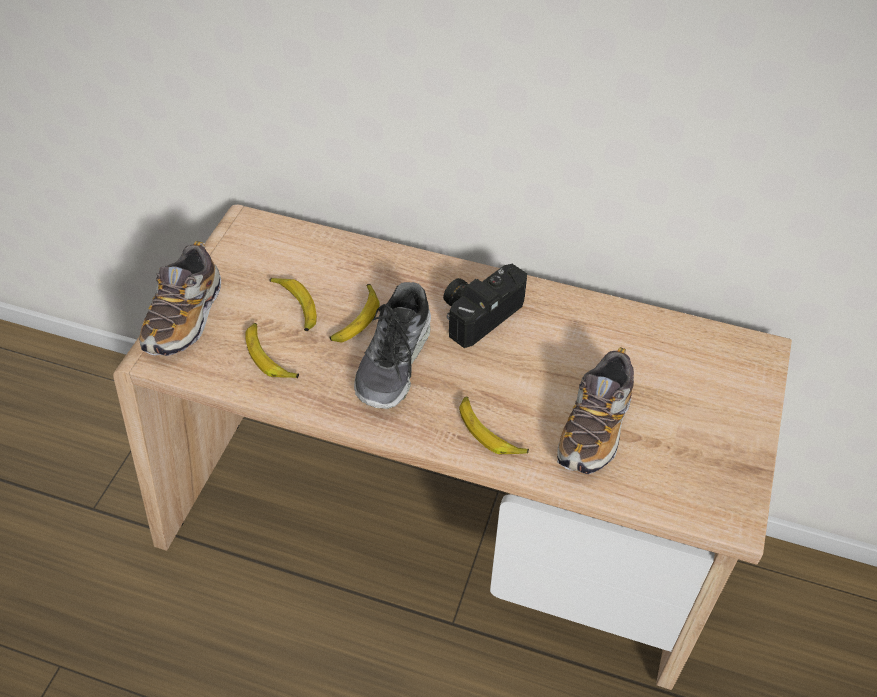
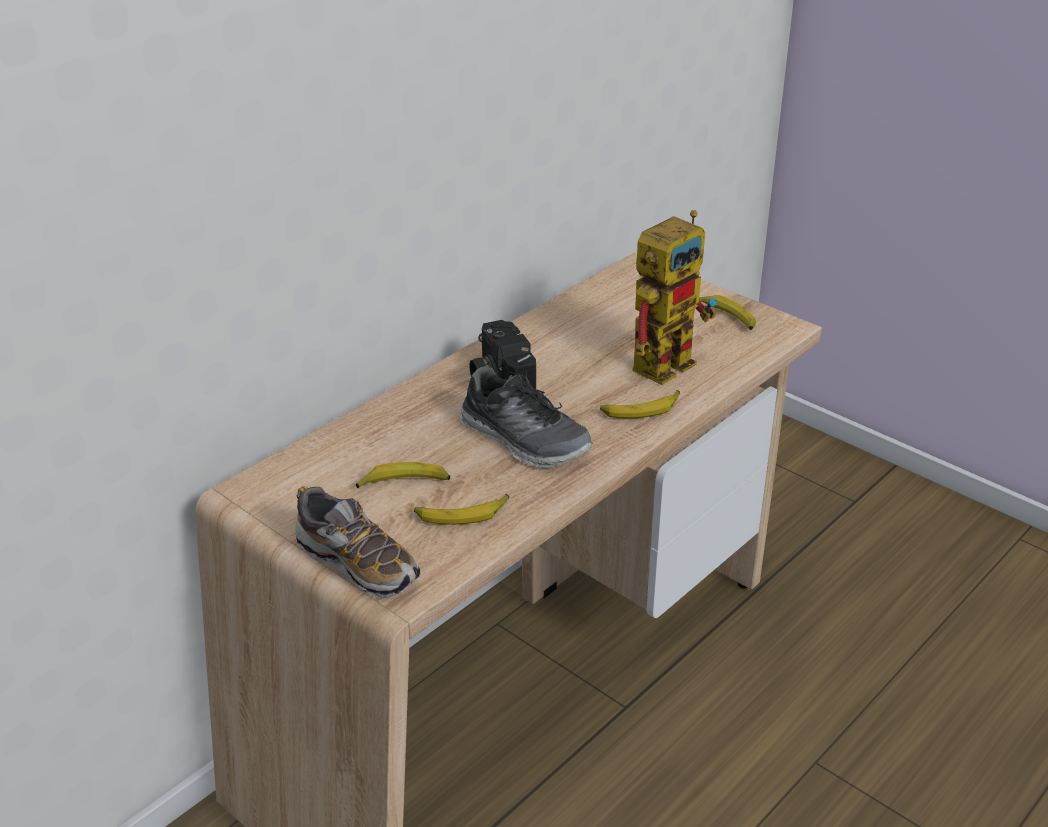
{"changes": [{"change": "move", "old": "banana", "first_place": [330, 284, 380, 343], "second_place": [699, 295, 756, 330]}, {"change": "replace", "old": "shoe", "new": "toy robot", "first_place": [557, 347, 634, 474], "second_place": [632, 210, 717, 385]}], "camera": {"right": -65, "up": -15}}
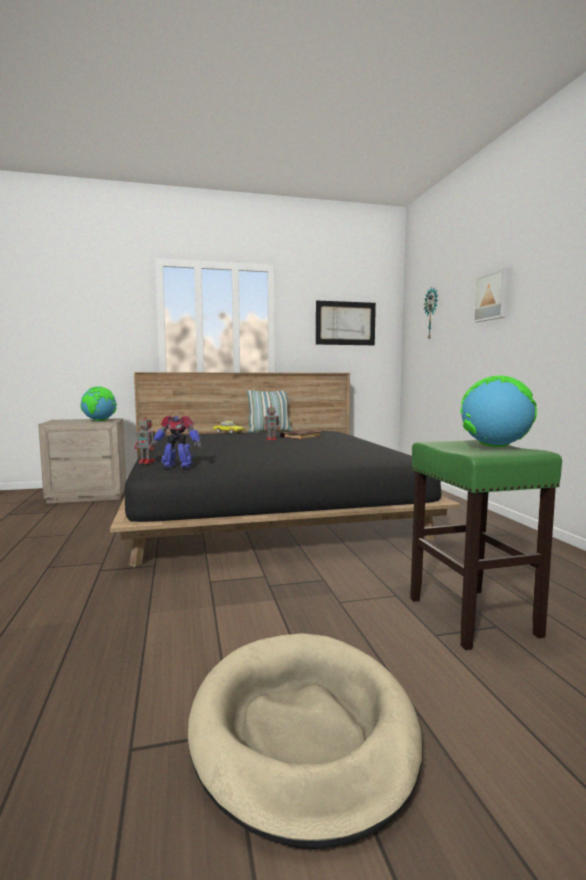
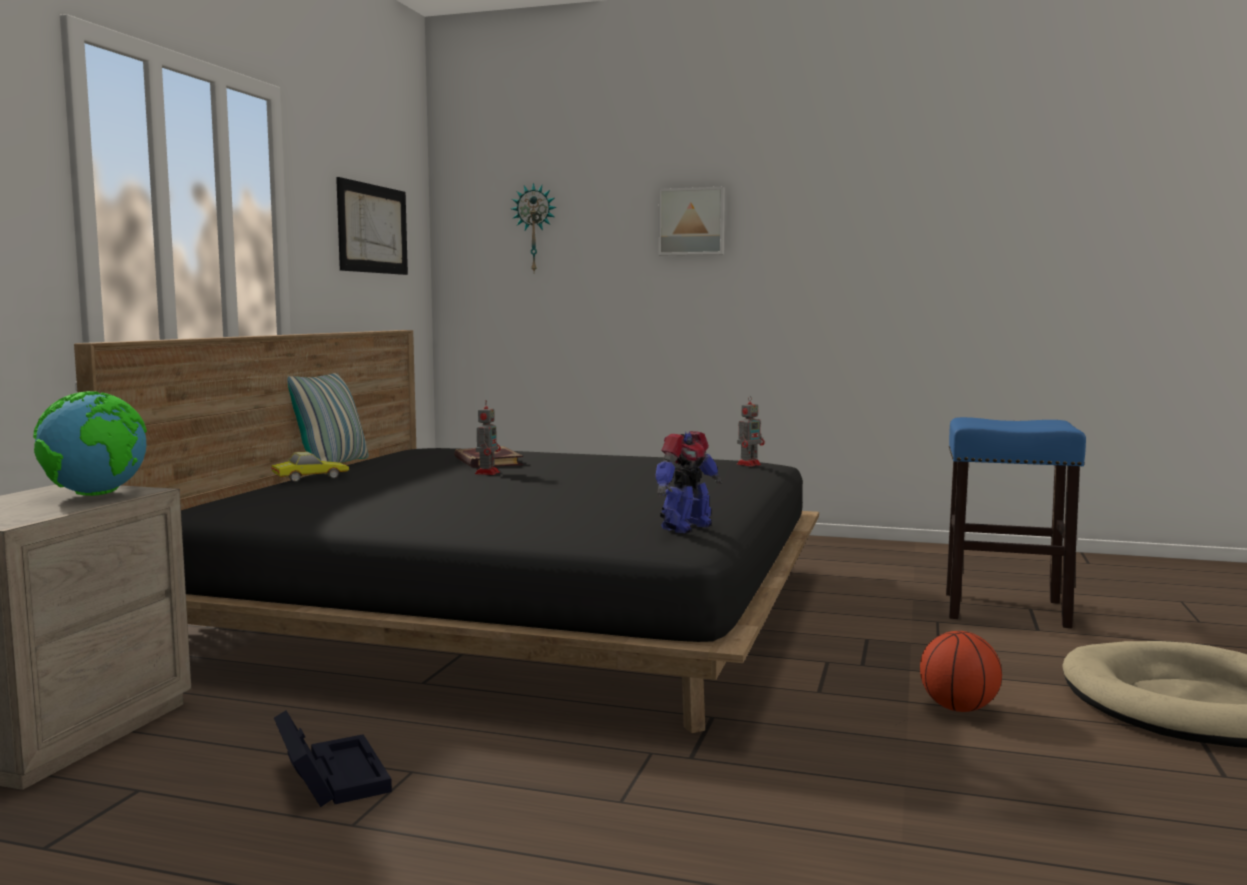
{"changes": [{"change": "delete", "old": "globe", "first_place": [460, 375, 537, 447]}, {"change": "insert", "new": "black storage box", "second_place": [274, 710, 392, 807]}, {"change": "insert", "new": "basketball", "second_place": [920, 631, 1002, 712]}, {"change": "move", "old": "toy robot", "first_place": [135, 417, 158, 464], "second_place": [737, 396, 765, 467]}, {"change": "recolor", "old": "green stool", "new": "blue stool", "first_place": [410, 440, 562, 650], "second_place": [946, 417, 1086, 628]}], "camera": {"right": -60, "up": 0}}
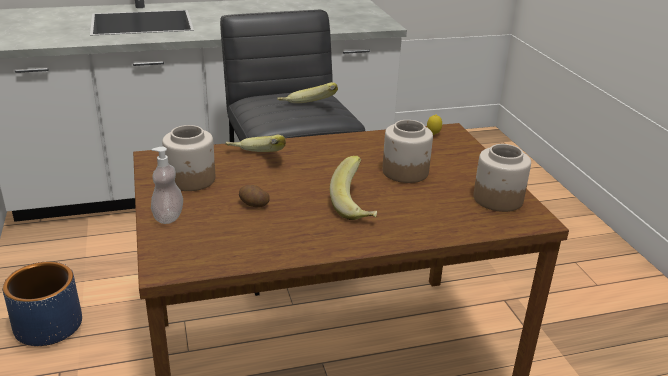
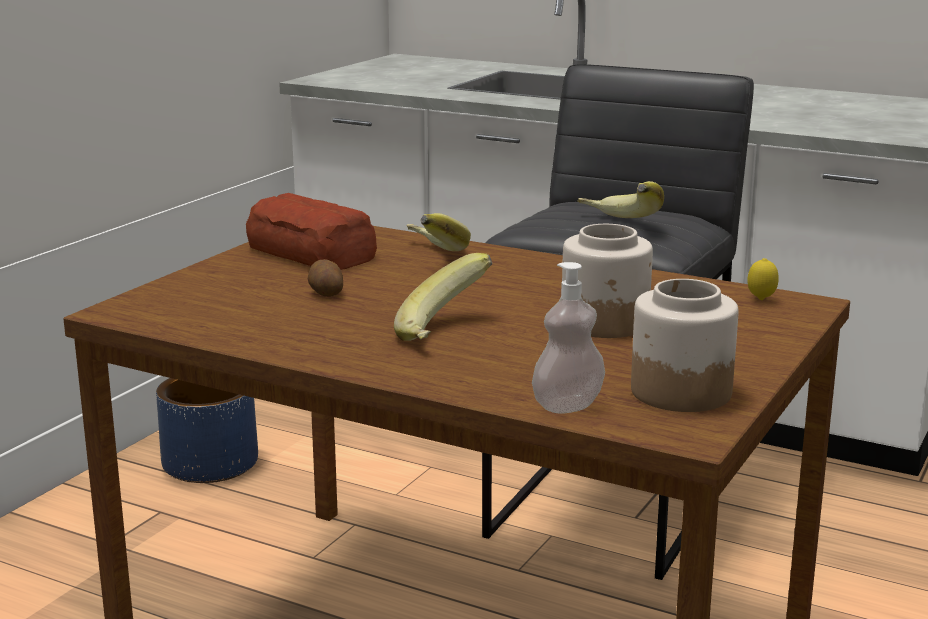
{"changes": [{"change": "move", "old": "soap dispenser", "first_place": [151, 147, 183, 224], "second_place": [532, 262, 605, 414]}, {"change": "replace", "old": "jar", "new": "bread", "first_place": [162, 125, 215, 191], "second_place": [246, 193, 377, 270]}], "camera": {"right": 45, "up": -10}}
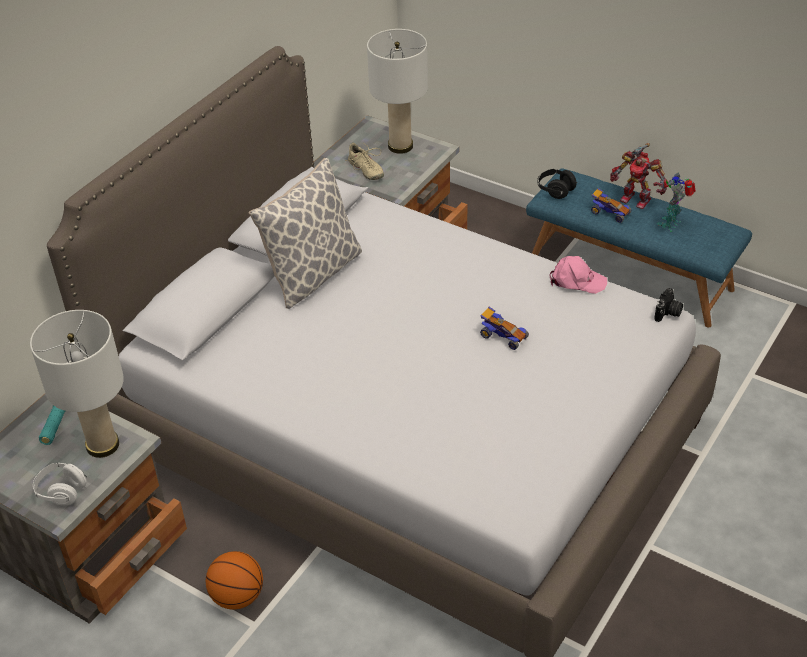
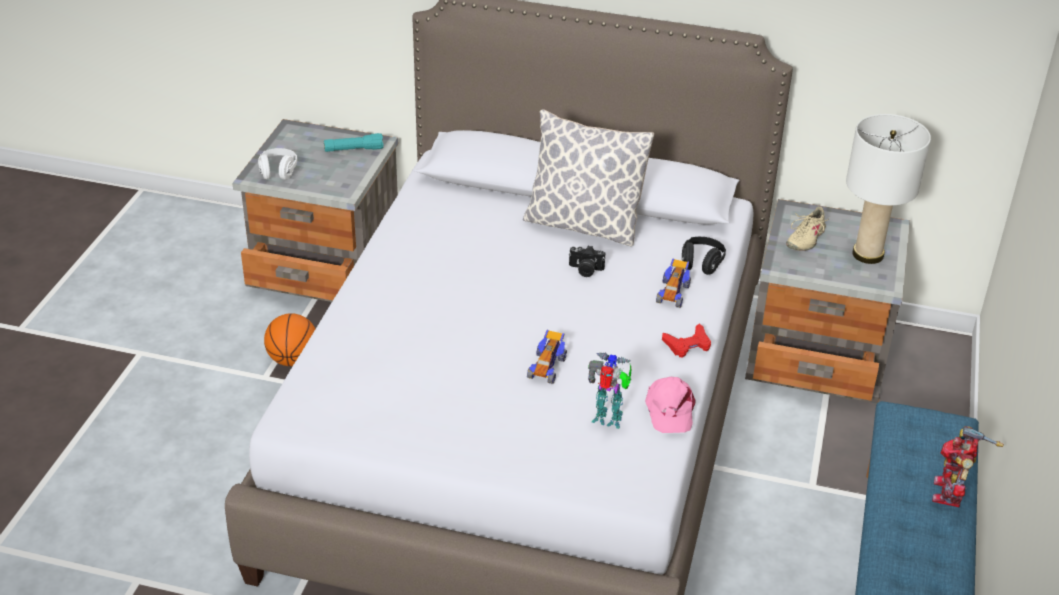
{"changes": [{"change": "delete", "old": "white table lamp", "first_place": [30, 310, 124, 458]}, {"change": "insert", "new": "red game controller", "second_place": [662, 324, 711, 357]}, {"change": "move", "old": "black headphones", "first_place": [537, 169, 577, 199], "second_place": [682, 237, 726, 275]}, {"change": "move", "old": "toy car", "first_place": [591, 188, 631, 223], "second_place": [656, 258, 691, 308]}, {"change": "move", "old": "photo camera", "first_place": [654, 288, 683, 322], "second_place": [569, 245, 605, 277]}, {"change": "move", "old": "toy robot", "first_place": [657, 173, 696, 232], "second_place": [588, 352, 632, 429]}], "camera": {"right": 70, "up": -5}}
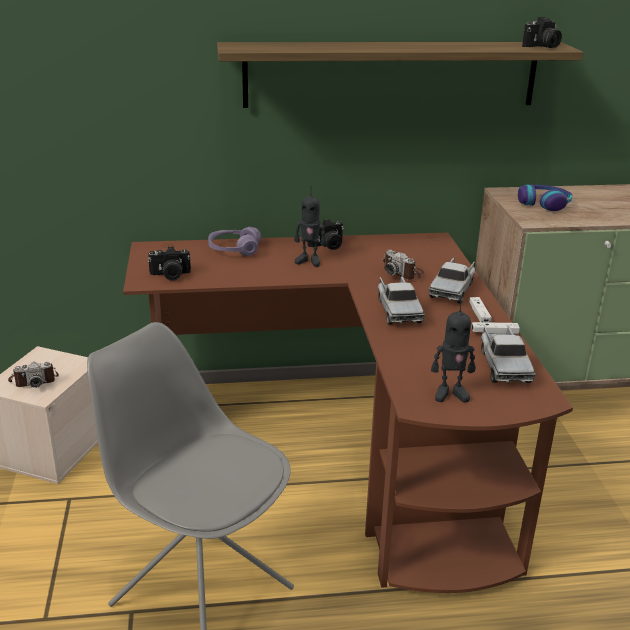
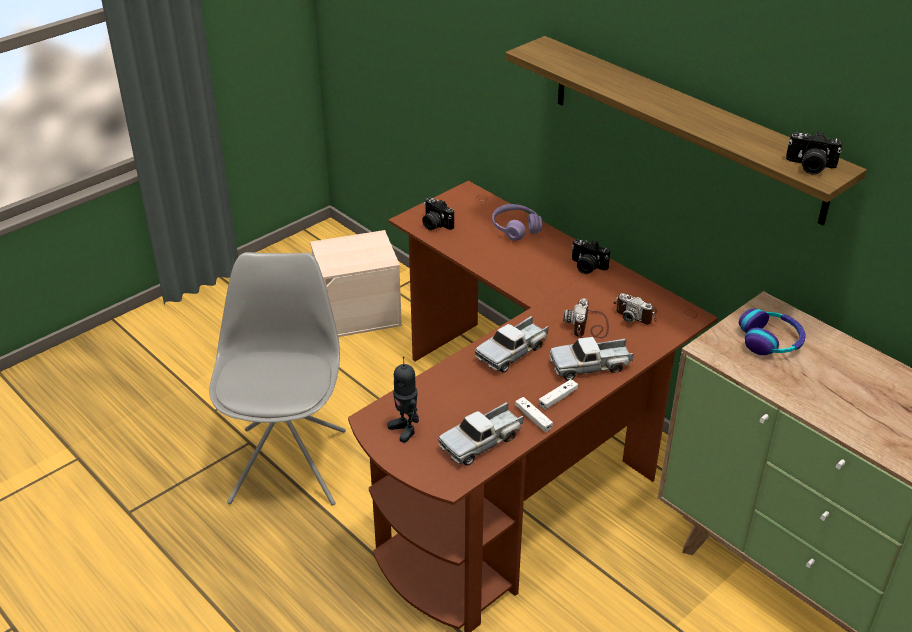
{"changes": [{"change": "delete", "old": "toy robot", "first_place": [294, 186, 326, 267]}, {"change": "move", "old": "photo camera", "first_place": [8, 362, 59, 388], "second_place": [613, 293, 657, 324]}], "camera": {"right": 55, "up": 10}}
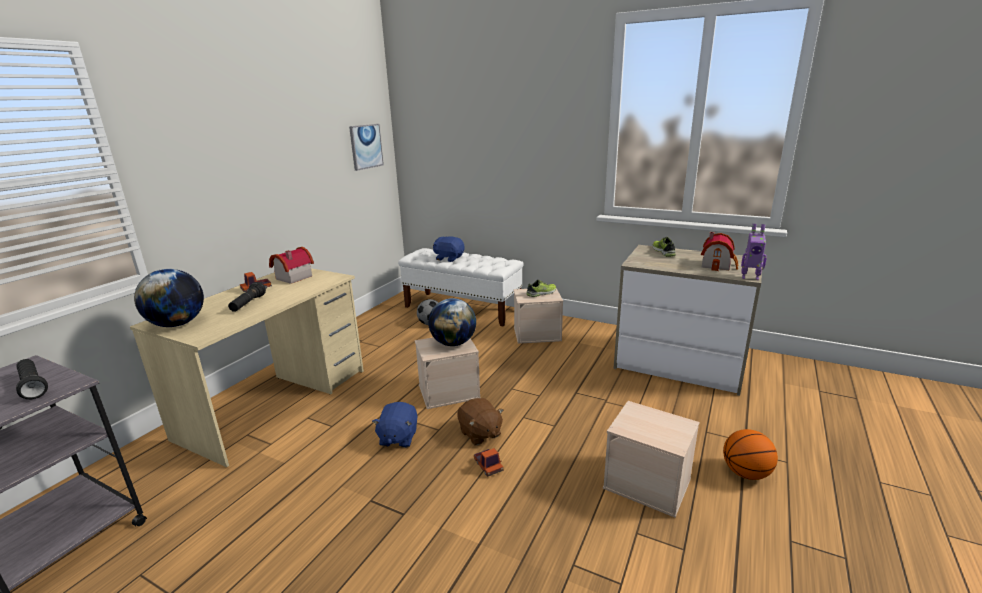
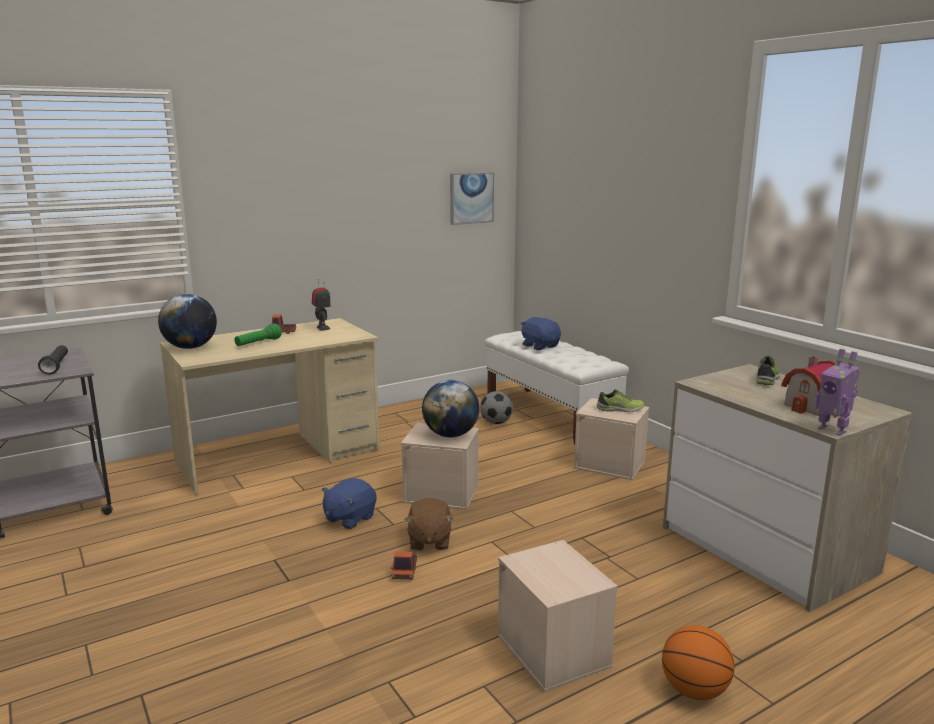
{"changes": [{"change": "replace", "old": "toy house", "new": "toy robot", "first_place": [269, 247, 314, 284], "second_place": [312, 279, 330, 331]}, {"change": "recolor", "old": "black flashlight", "new": "green flashlight", "first_place": [228, 282, 266, 312], "second_place": [234, 324, 282, 346]}], "camera": {"right": 30, "up": -5}}
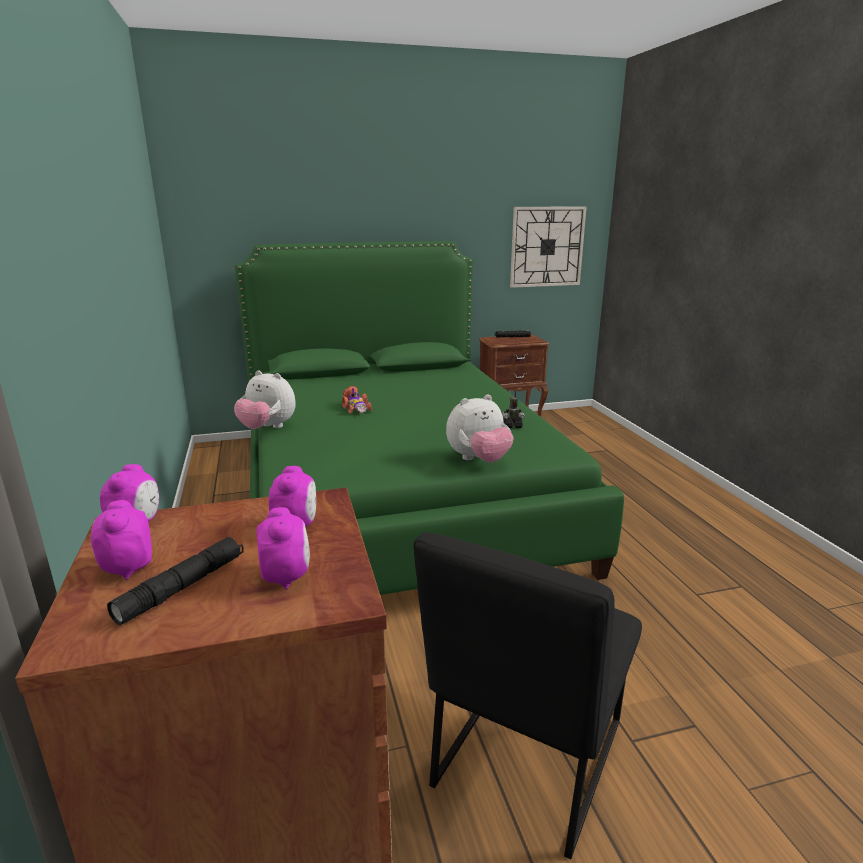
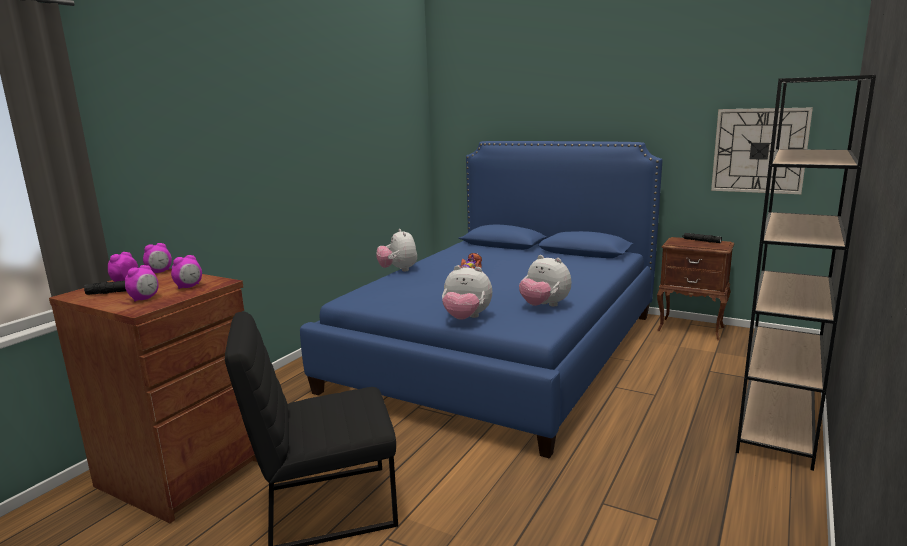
{"changes": [{"change": "insert", "new": "beige bookcase", "second_place": [736, 75, 876, 471]}, {"change": "replace", "old": "toy robot", "new": "plush toy", "first_place": [502, 390, 525, 428], "second_place": [519, 255, 571, 307]}, {"change": "recolor", "old": "green bed", "new": "blue bed", "first_place": [235, 241, 624, 595], "second_place": [300, 141, 663, 459]}], "camera": {"right": 45, "up": -5}}
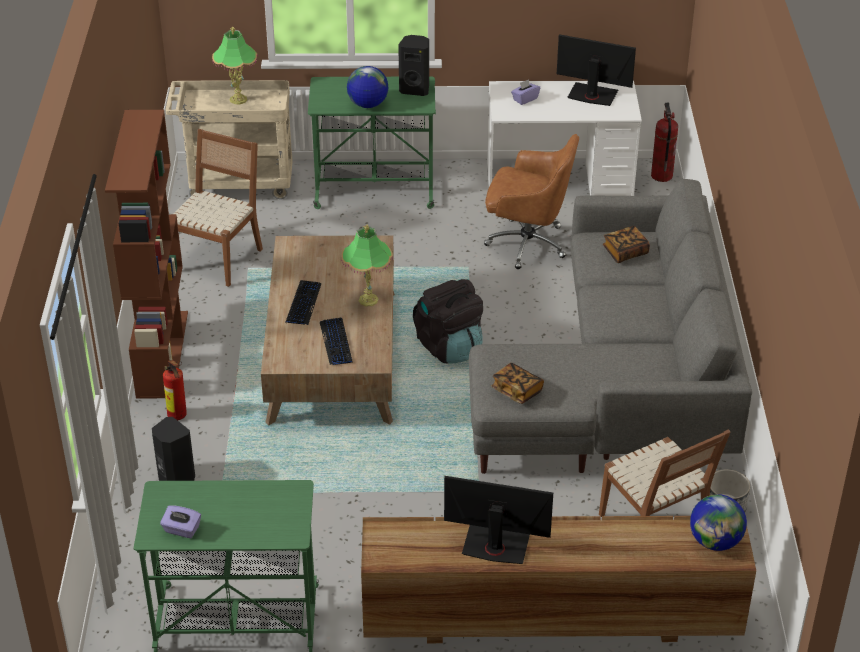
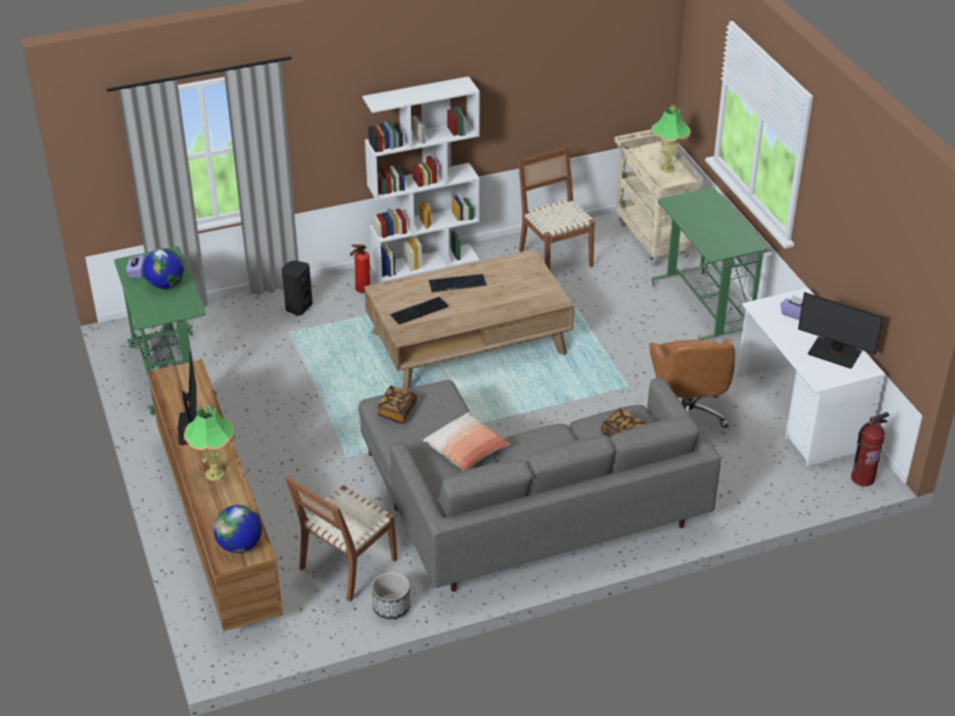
{"changes": [{"change": "delete", "old": "black speaker", "first_place": [398, 35, 429, 96]}, {"change": "delete", "old": "black backpack", "first_place": [413, 279, 483, 364]}, {"change": "insert", "new": "pillow", "second_place": [423, 412, 511, 472]}, {"change": "move", "old": "table lamp", "first_place": [341, 224, 393, 306], "second_place": [184, 404, 235, 481]}, {"change": "move", "old": "globe", "first_place": [347, 66, 388, 108], "second_place": [143, 248, 184, 289]}, {"change": "recolor", "old": "brown bookcase", "new": "white bookcase", "first_place": [105, 110, 188, 398], "second_place": [362, 76, 480, 283]}, {"change": "rotate", "old": "chair", "first_place": [173, 129, 263, 287], "second_place": [518, 147, 595, 270], "degrees": -120}, {"change": "rotate", "old": "monitor", "first_place": [557, 34, 636, 106], "second_place": [798, 292, 883, 369], "degrees": 120}], "camera": {"right": 70, "up": 0}}
